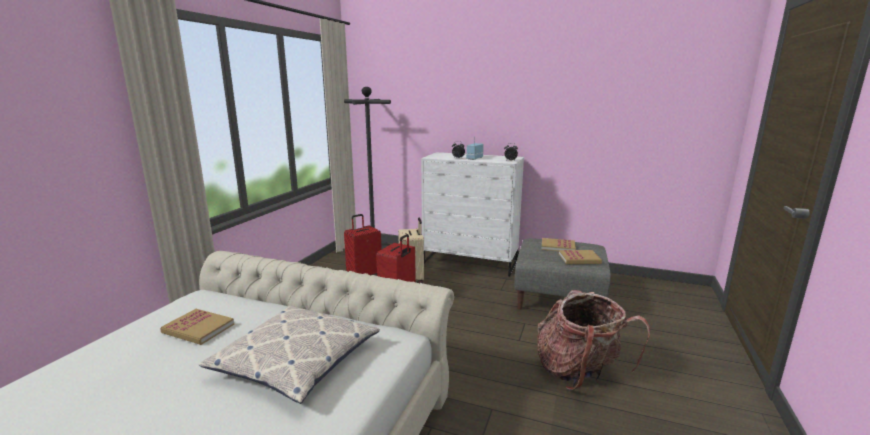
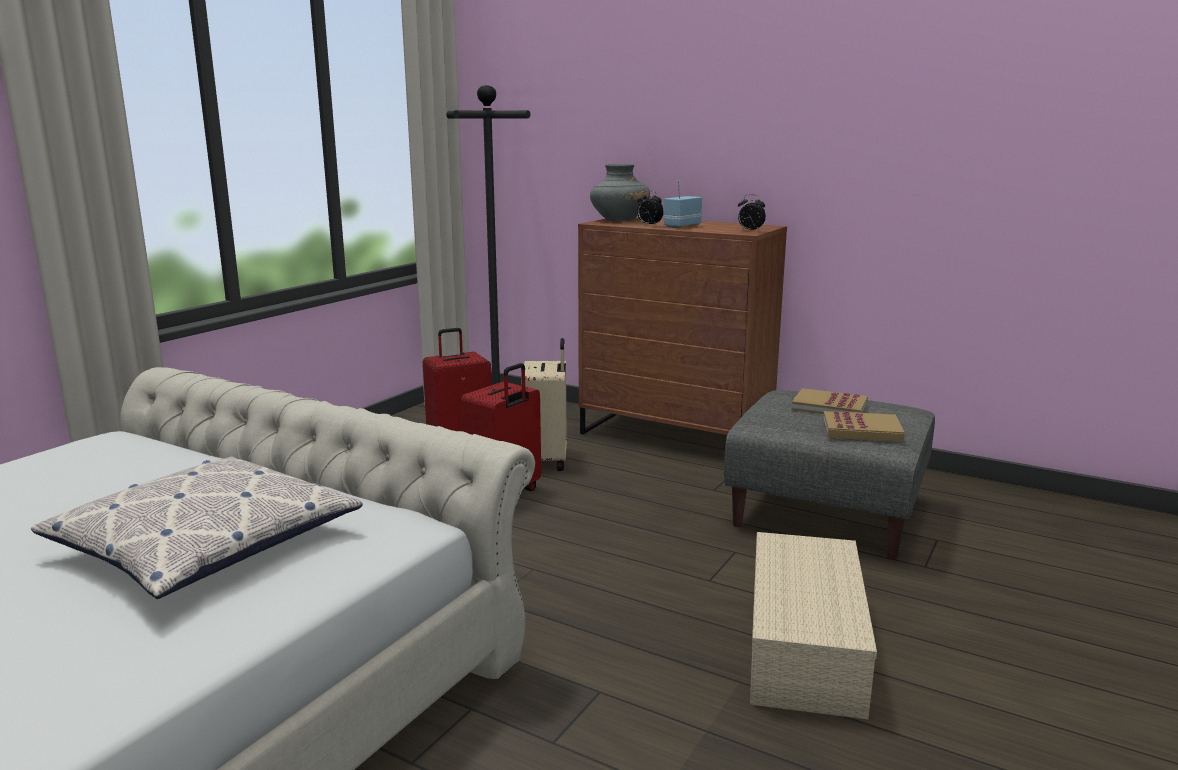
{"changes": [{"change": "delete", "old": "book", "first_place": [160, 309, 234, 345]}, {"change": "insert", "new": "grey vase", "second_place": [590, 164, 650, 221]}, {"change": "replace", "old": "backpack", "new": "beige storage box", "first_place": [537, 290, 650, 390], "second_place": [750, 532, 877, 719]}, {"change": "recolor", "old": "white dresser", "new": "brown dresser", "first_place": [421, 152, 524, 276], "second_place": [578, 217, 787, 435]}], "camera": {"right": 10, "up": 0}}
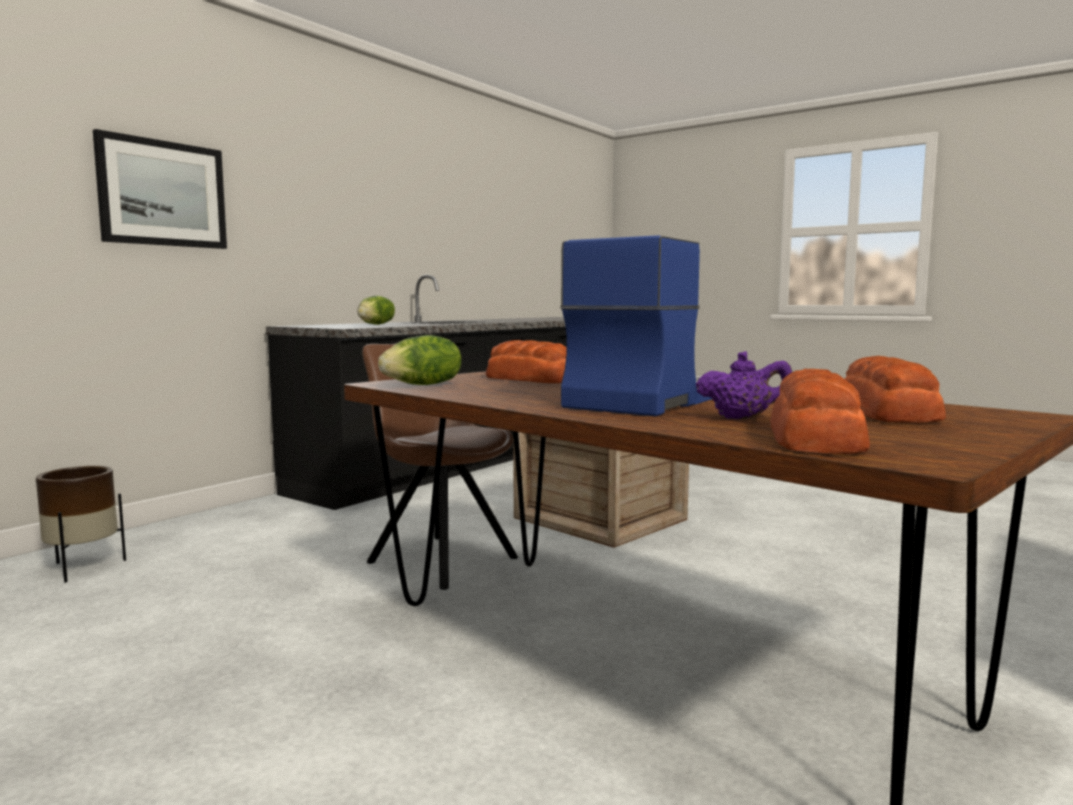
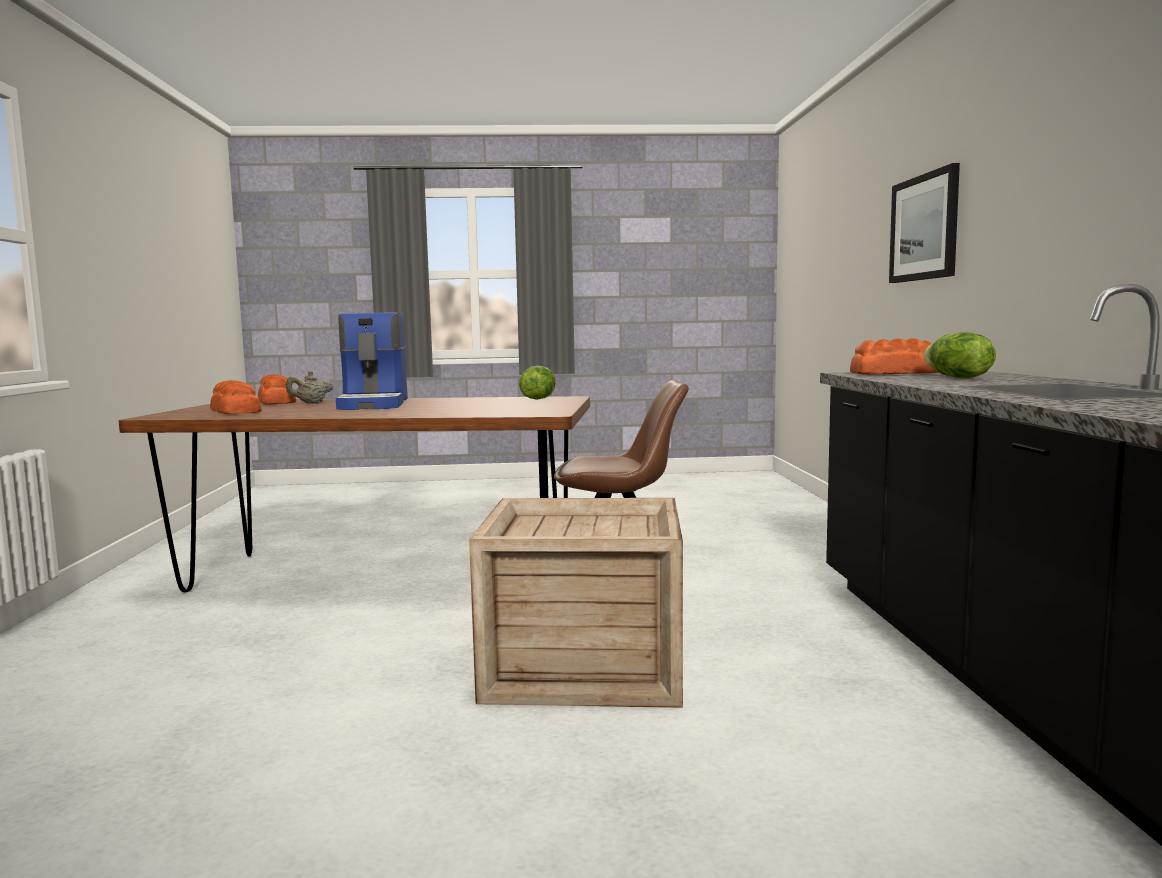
{"changes": [{"change": "delete", "old": "brown planter", "first_place": [36, 466, 126, 583]}, {"change": "move", "old": "bread", "first_place": [486, 340, 567, 383], "second_place": [850, 338, 939, 374]}, {"change": "recolor", "old": "purple teapot", "new": "beige teapot", "first_place": [696, 351, 792, 419], "second_place": [286, 371, 333, 404]}], "camera": {"right": 140, "up": 0}}
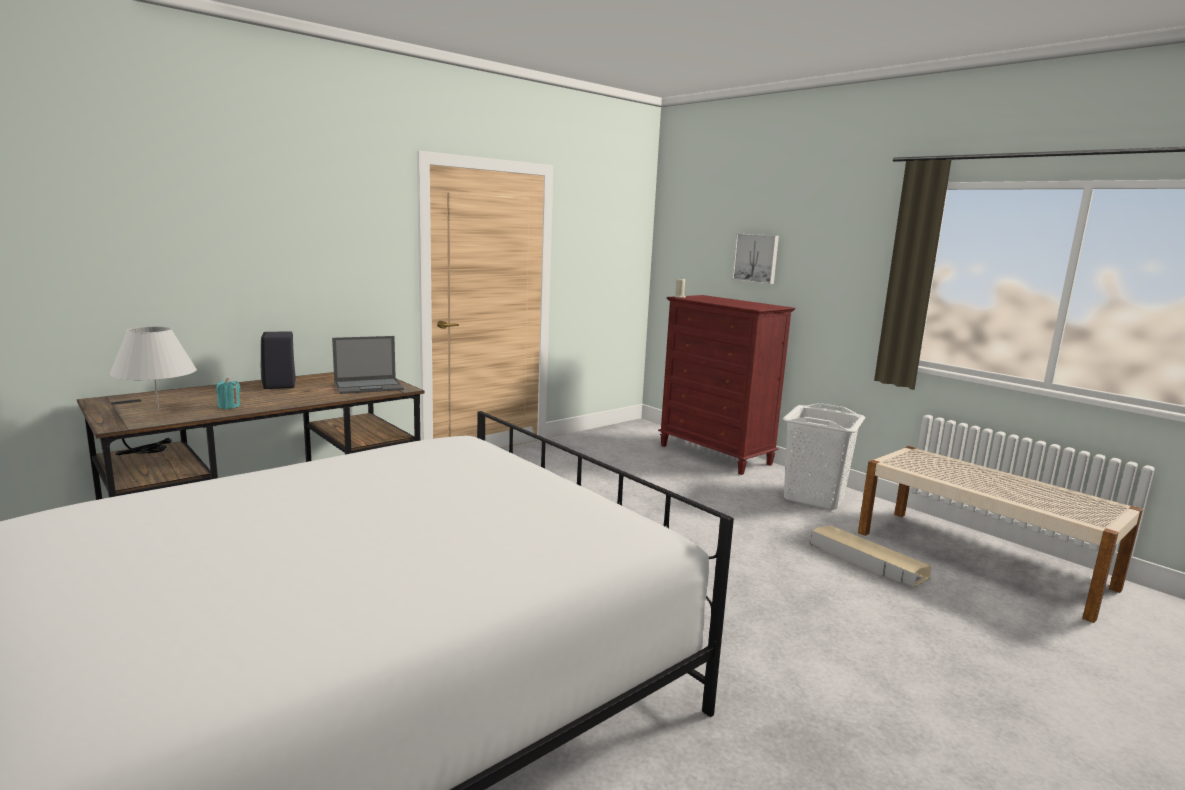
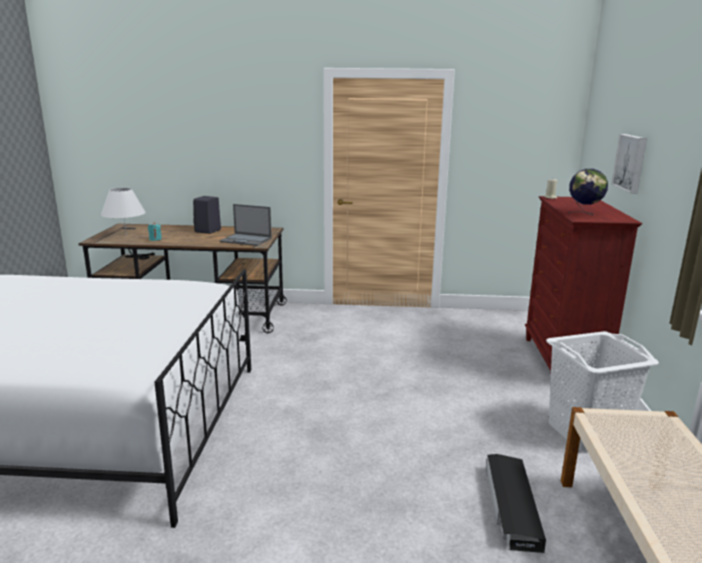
{"changes": [{"change": "insert", "new": "globe", "second_place": [569, 169, 608, 215]}, {"change": "recolor", "old": "beige storage box", "new": "black storage box", "first_place": [810, 526, 931, 587], "second_place": [486, 454, 546, 553]}], "camera": {"right": 45, "up": 5}}
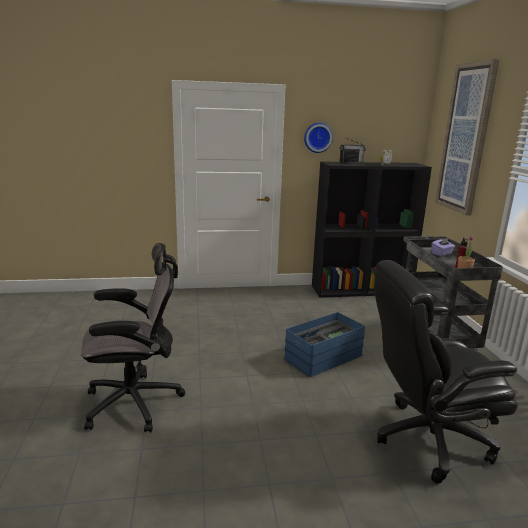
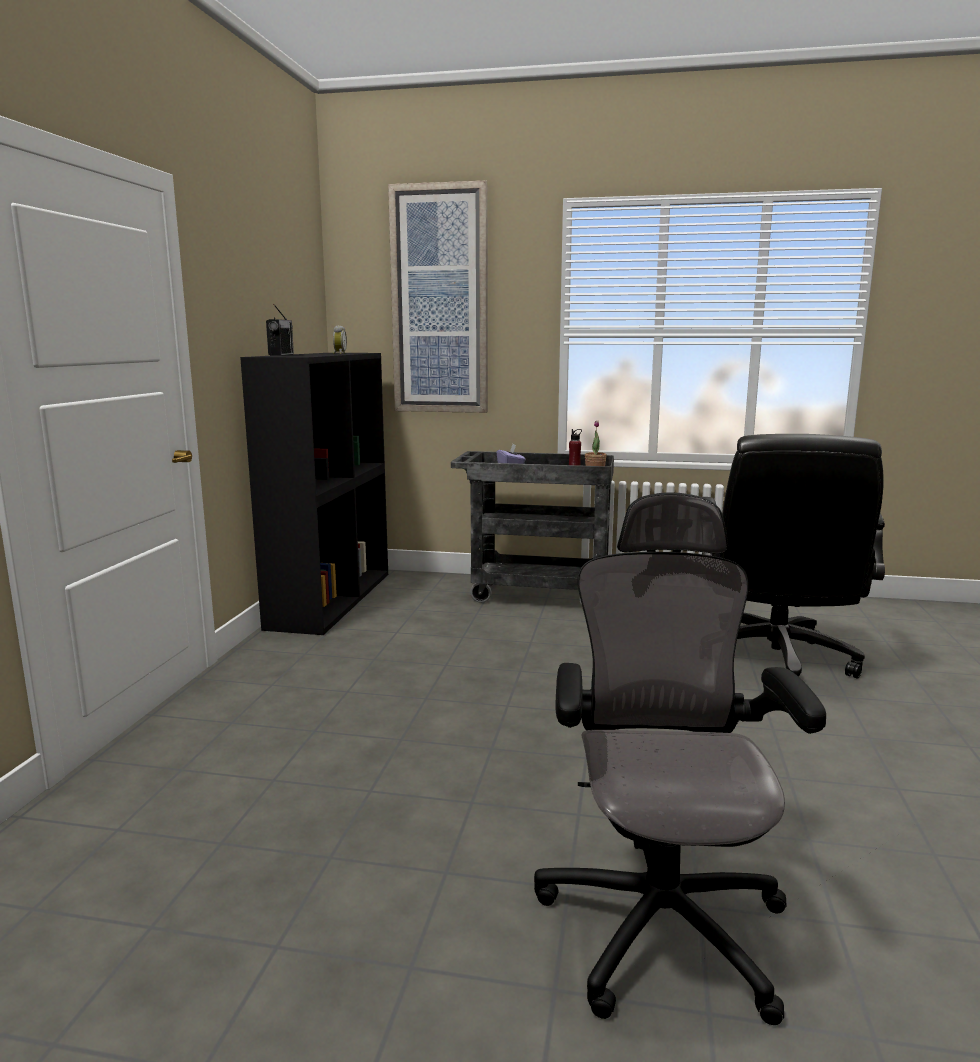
{"changes": [{"change": "delete", "old": "blue storage box", "first_place": [284, 312, 365, 377]}, {"change": "delete", "old": "wall clock", "first_place": [304, 123, 333, 153]}], "camera": {"right": -70, "up": -5}}
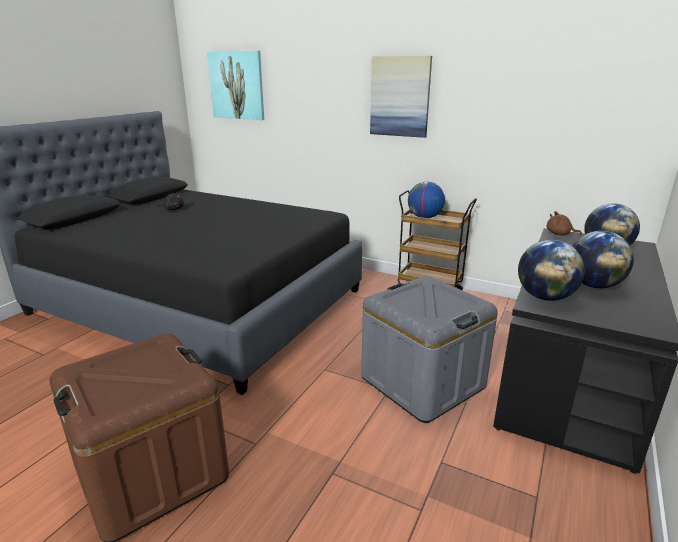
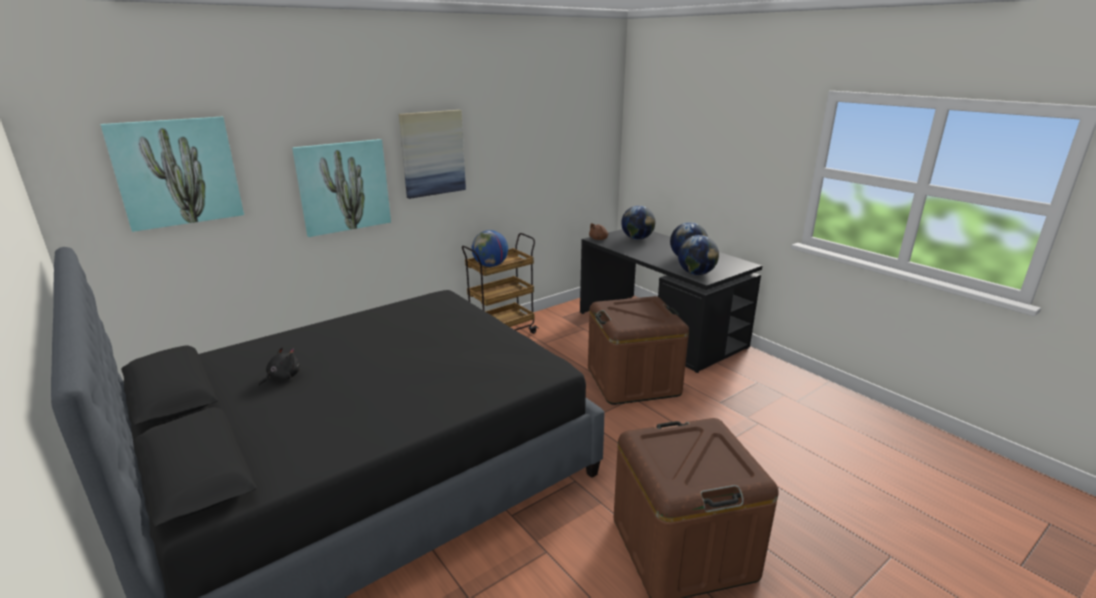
{"changes": [{"change": "insert", "new": "picture", "second_place": [292, 139, 391, 237]}, {"change": "recolor", "old": "grey storage box", "new": "brown storage box", "first_place": [361, 276, 498, 423], "second_place": [588, 296, 689, 405]}], "camera": {"right": -65, "up": 0}}
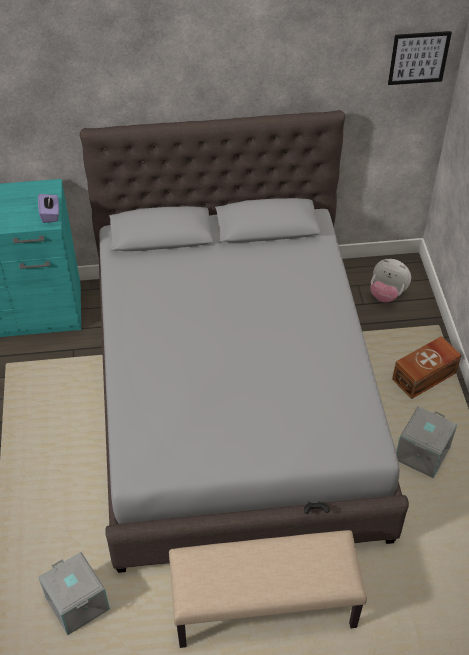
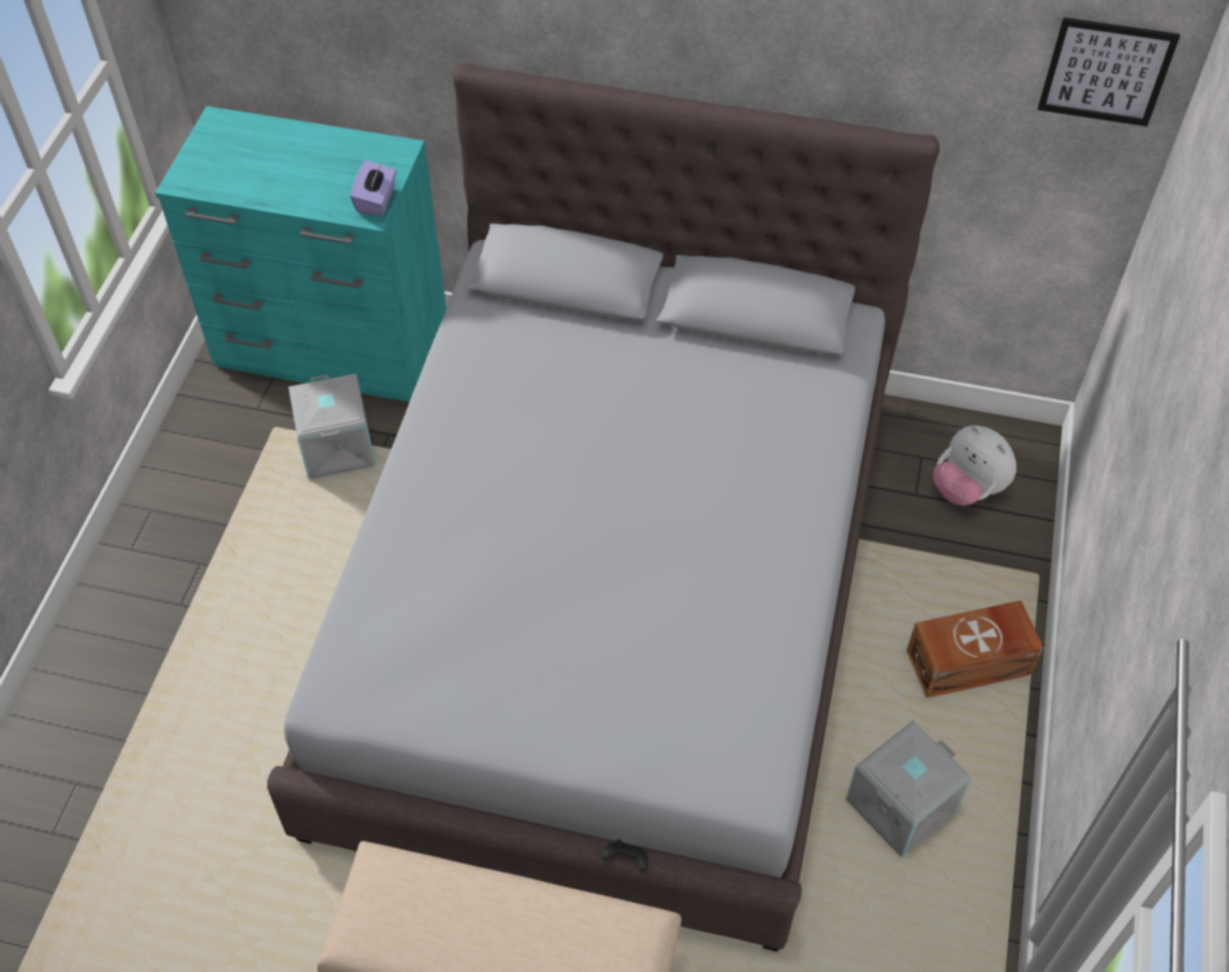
{"changes": [{"change": "move", "old": "grey storage box", "first_place": [38, 552, 110, 635], "second_place": [288, 374, 376, 479]}], "camera": {"right": 20, "up": 5}}
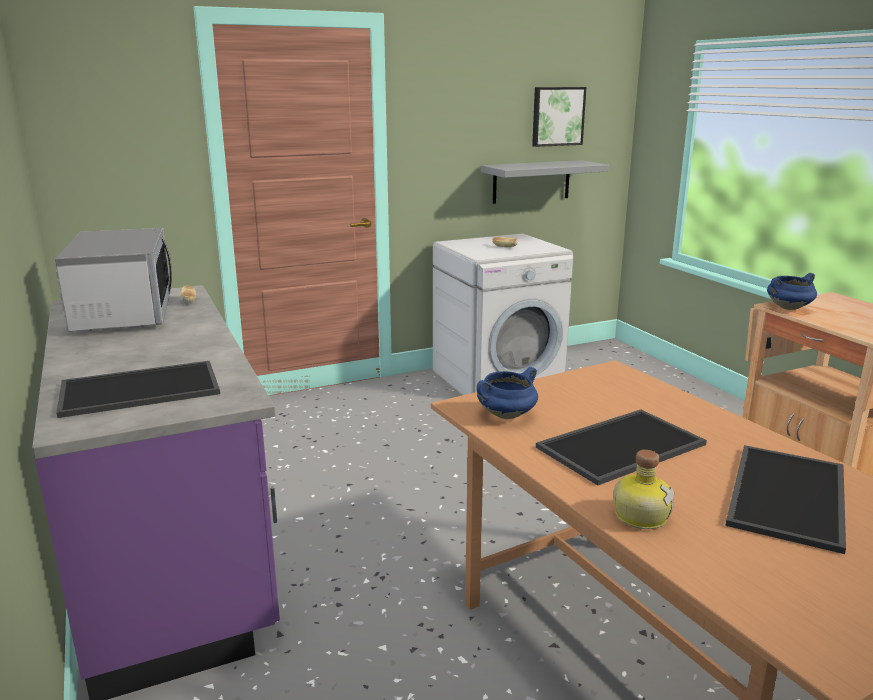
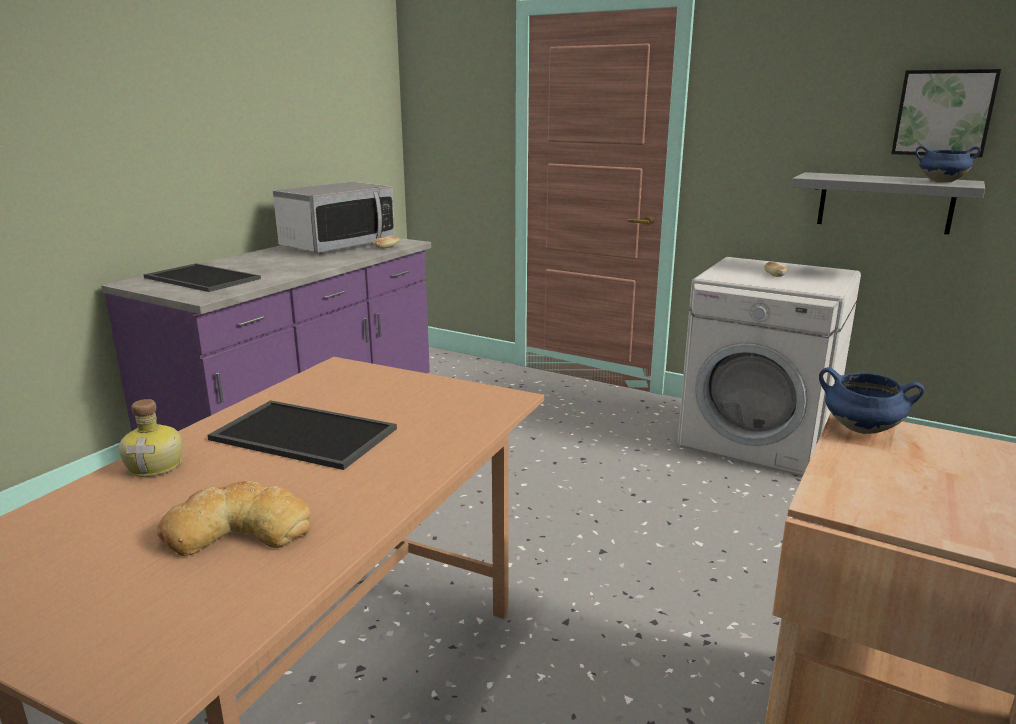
{"changes": [{"change": "move", "old": "blue cooking pot", "first_place": [477, 367, 538, 419], "second_place": [915, 146, 981, 183]}, {"change": "replace", "old": "tray", "new": "bread", "first_place": [725, 445, 846, 554], "second_place": [157, 481, 311, 556]}], "camera": {"right": 55, "up": 0}}
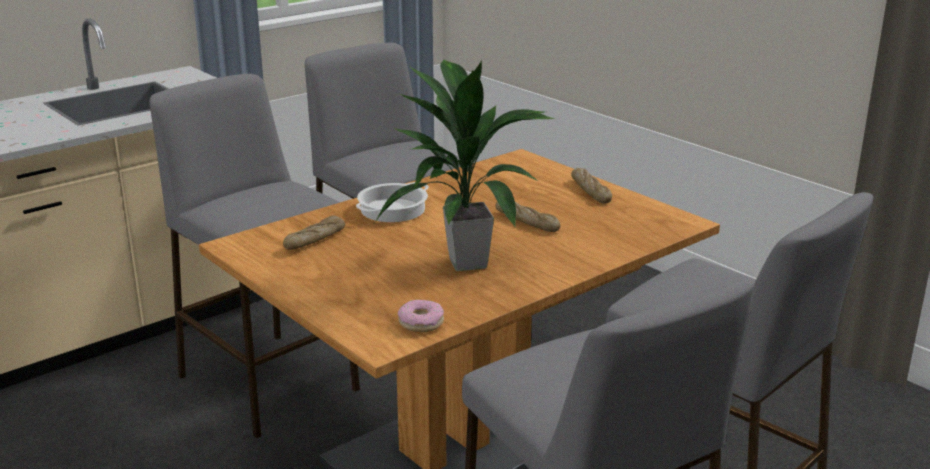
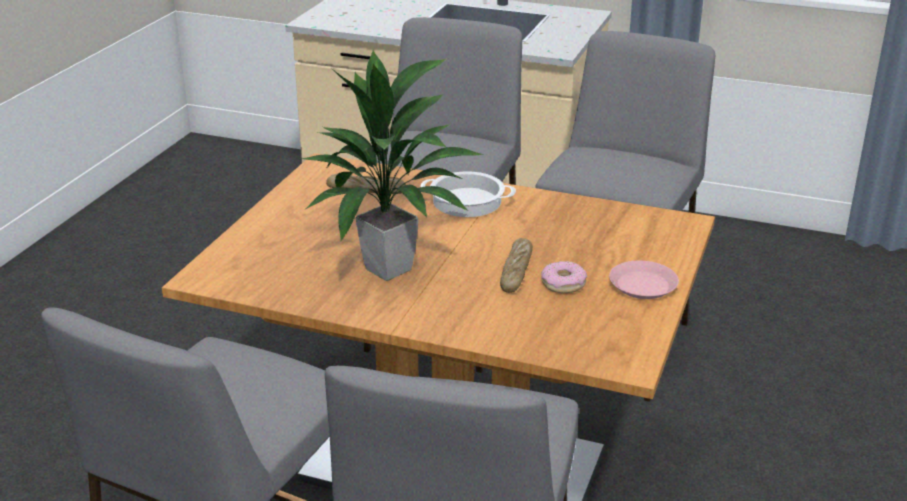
{"changes": [{"change": "move", "old": "donut", "first_place": [398, 300, 444, 332], "second_place": [541, 261, 587, 293]}, {"change": "replace", "old": "bread", "new": "pink plate", "first_place": [571, 168, 612, 203], "second_place": [609, 261, 679, 299]}], "camera": {"right": 60, "up": 5}}
